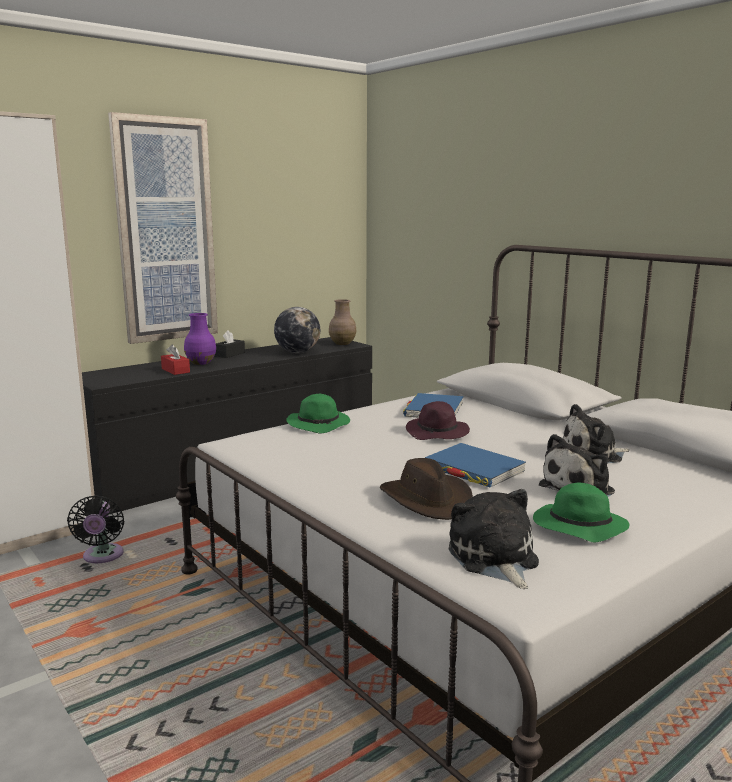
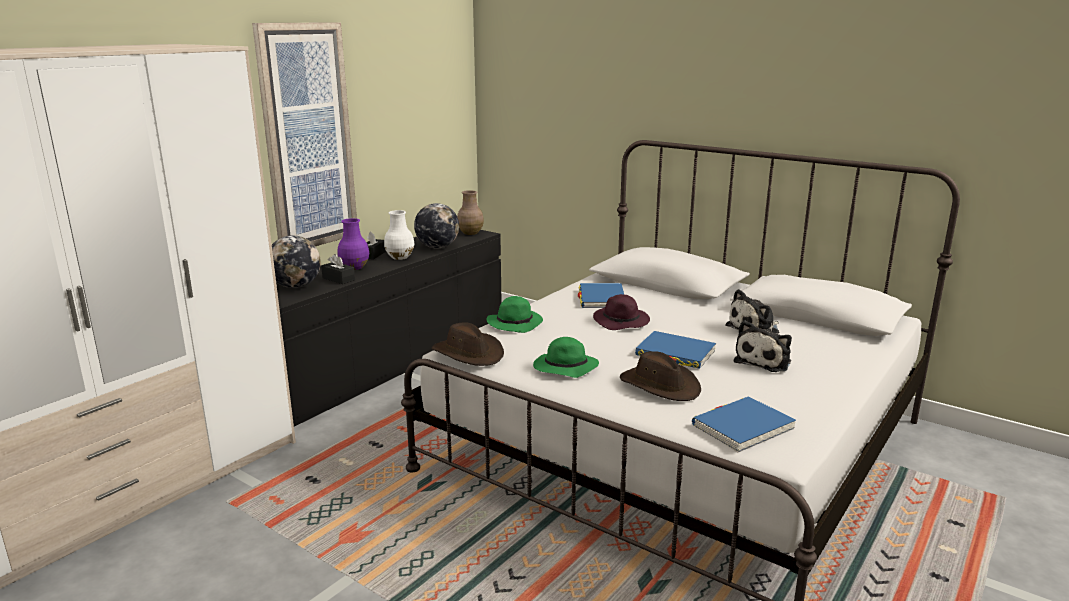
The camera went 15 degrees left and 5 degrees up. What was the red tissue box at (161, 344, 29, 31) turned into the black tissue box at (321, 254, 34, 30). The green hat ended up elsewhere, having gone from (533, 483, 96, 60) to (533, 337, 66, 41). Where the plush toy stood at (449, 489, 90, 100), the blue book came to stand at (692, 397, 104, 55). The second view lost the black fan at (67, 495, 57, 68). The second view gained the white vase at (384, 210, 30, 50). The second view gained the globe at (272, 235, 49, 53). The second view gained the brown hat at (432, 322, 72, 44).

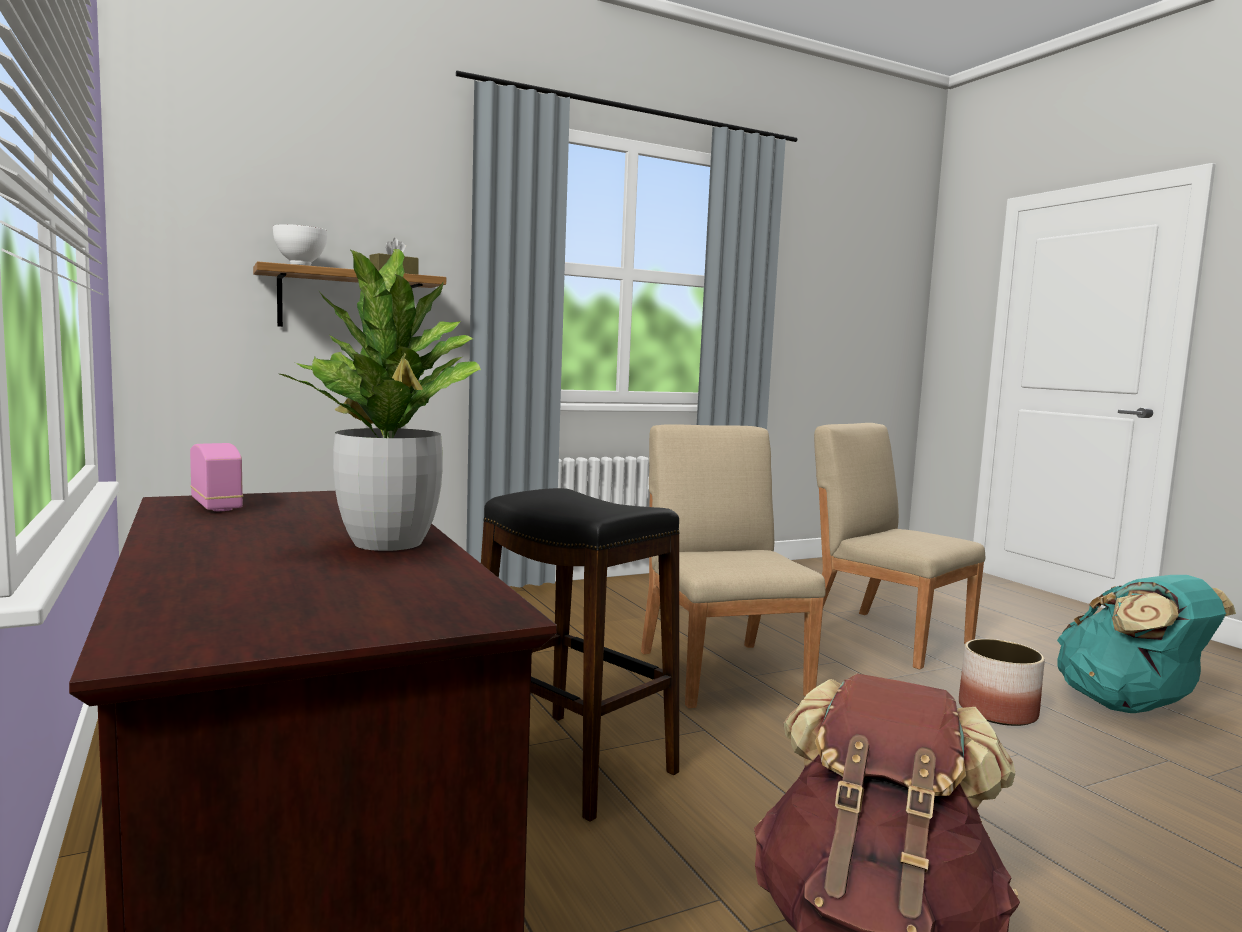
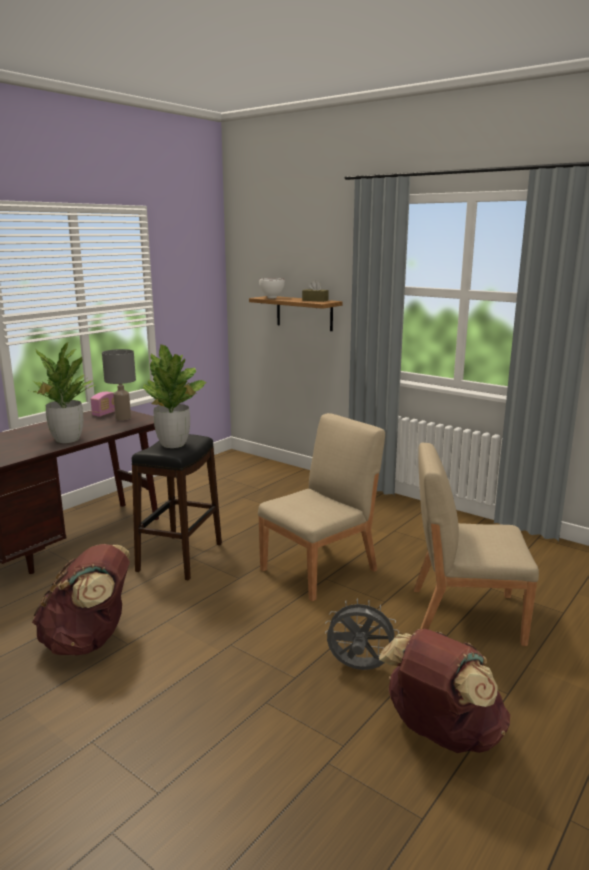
The camera went 65 degrees right and 10 degrees up. The beige chair at (814, 423, 171, 246) ended up facing another way, 105 degrees counterclockwise from before. What was the turquoise backpack at (1057, 575, 179, 138) turned into the brown backpack at (379, 629, 131, 124). Where the planter stood at (959, 639, 86, 87), the grey fan came to stand at (325, 598, 74, 72). The second view gained the potted plant at (143, 345, 63, 103). The second view gained the grey table lamp at (102, 349, 34, 71).

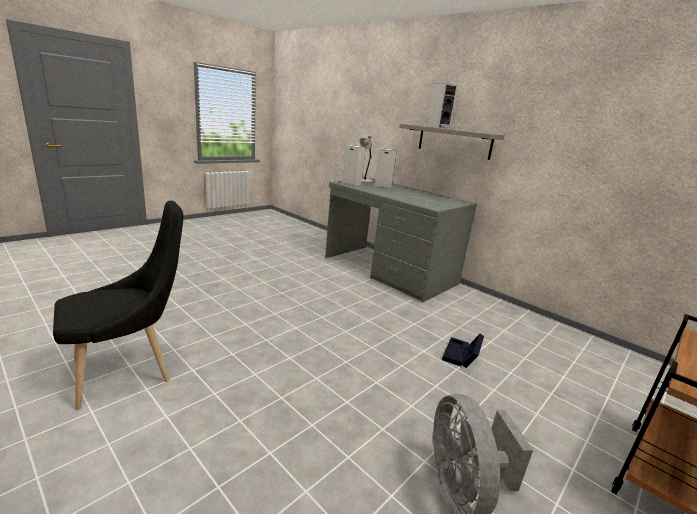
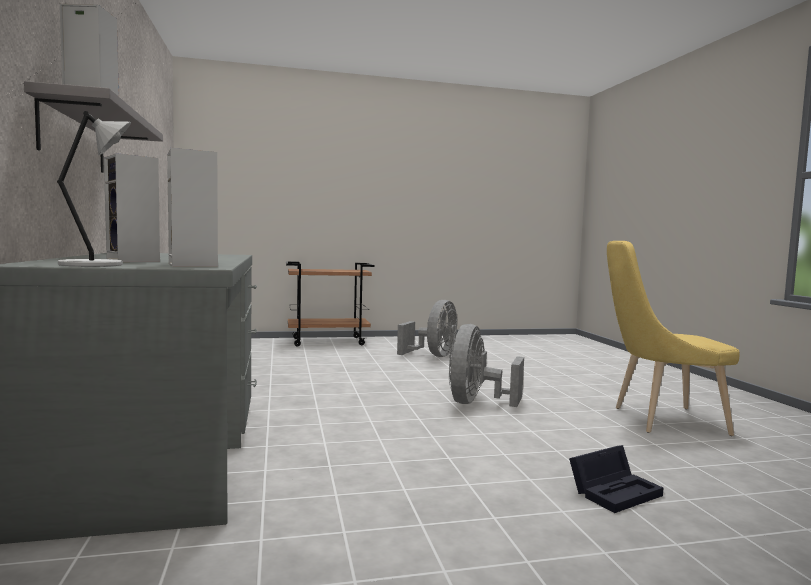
The camera went 145 degrees left and 15 degrees down. What was the black chair at (53, 200, 130, 210) turned into the yellow chair at (607, 241, 133, 195). The black storage box ended up elsewhere, having gone from (442, 334, 42, 34) to (569, 445, 94, 68). The second view gained the grey fan at (449, 324, 75, 83).

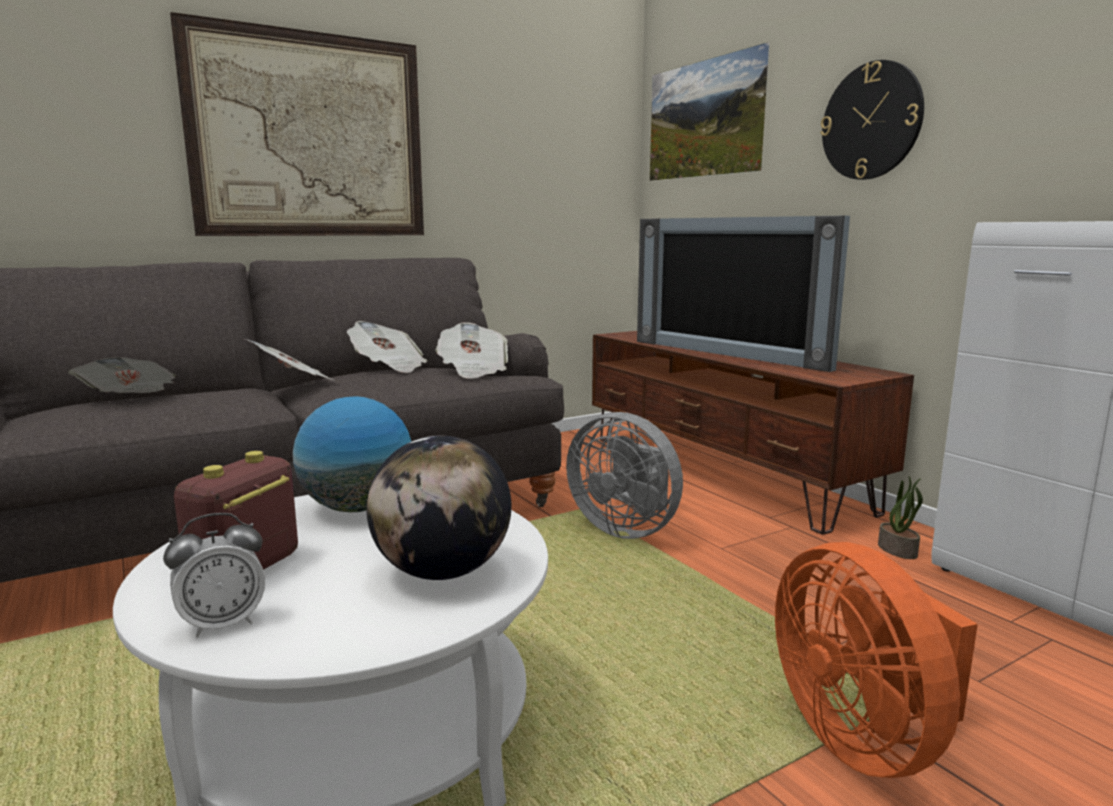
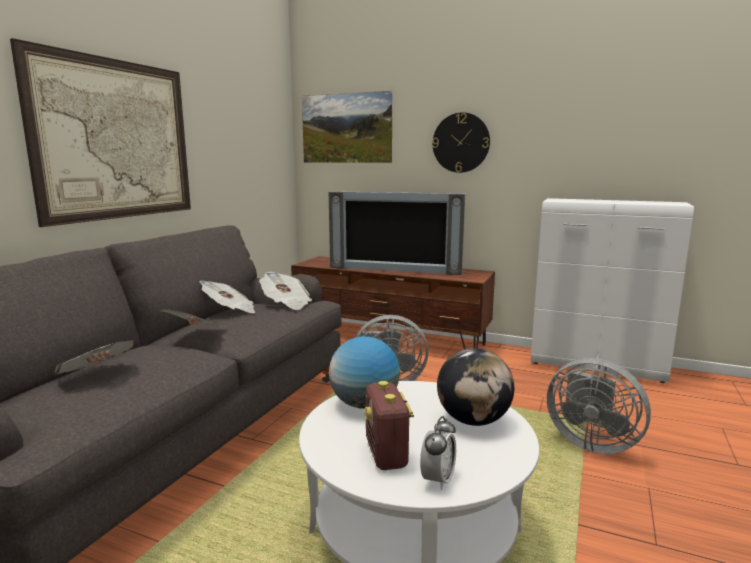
The camera went 35 degrees left and 0 degrees up. The second view lost the potted plant at (878, 476, 45, 83). What was the orange fan at (775, 542, 203, 236) turned into the grey fan at (547, 358, 104, 96).

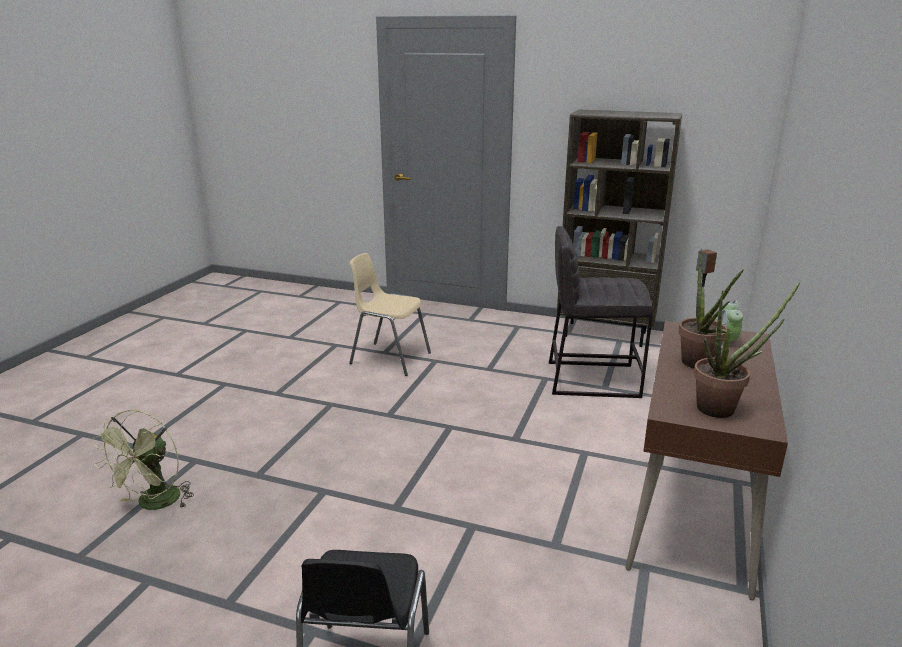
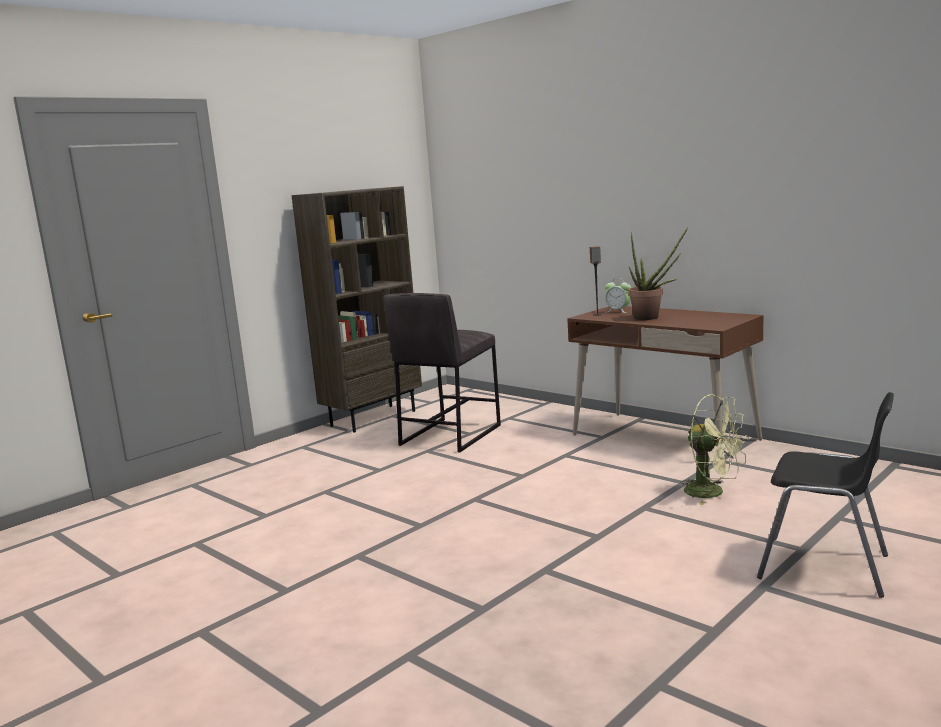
The camera went 65 degrees left and 10 degrees down. The second view lost the beige chair at (349, 253, 82, 123). The second view lost the potted plant at (694, 281, 107, 137). The green fan ended up elsewhere, having gone from (92, 410, 102, 100) to (680, 394, 69, 111).

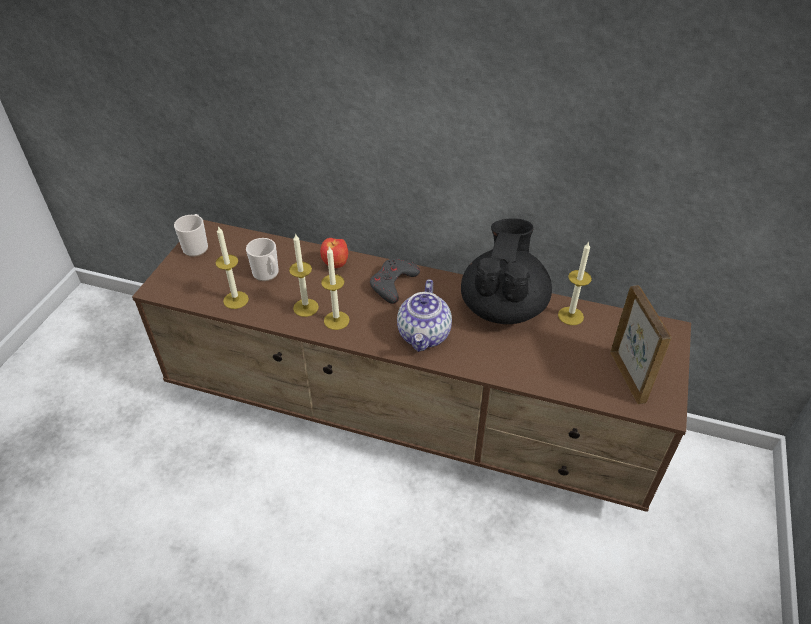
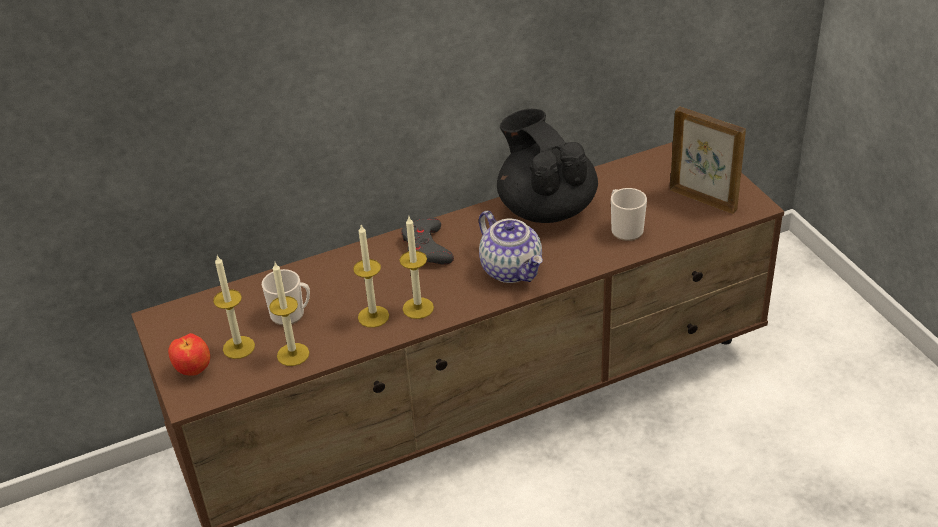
The camera went 40 degrees left and 5 degrees down. The mug ended up elsewhere, having gone from (174, 214, 34, 43) to (611, 188, 36, 53). The apple ended up elsewhere, having gone from (320, 238, 28, 30) to (168, 333, 42, 43). The candle ended up elsewhere, having gone from (558, 241, 34, 84) to (213, 255, 42, 104).

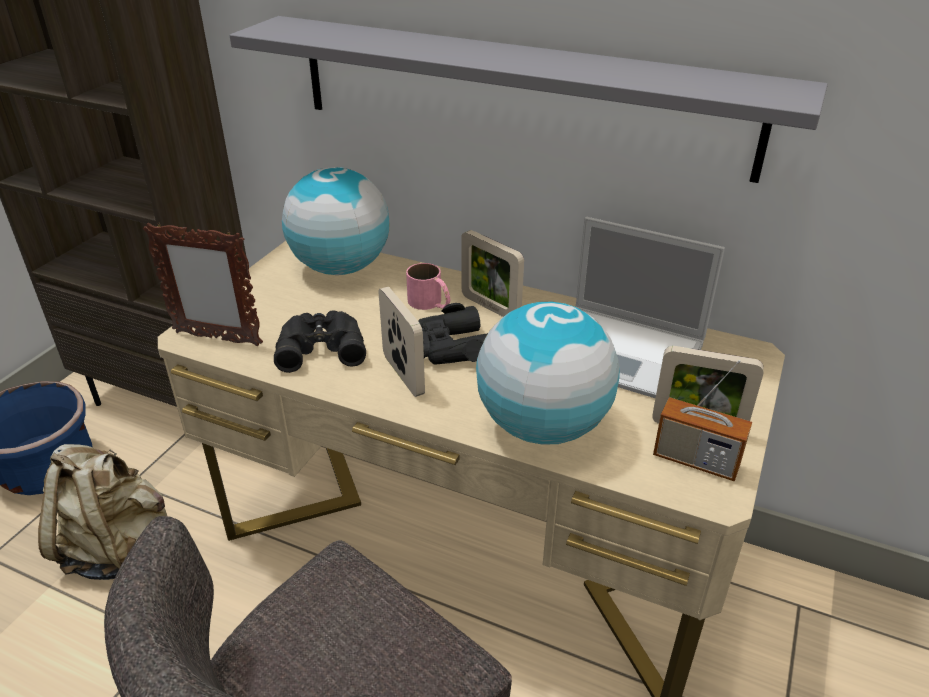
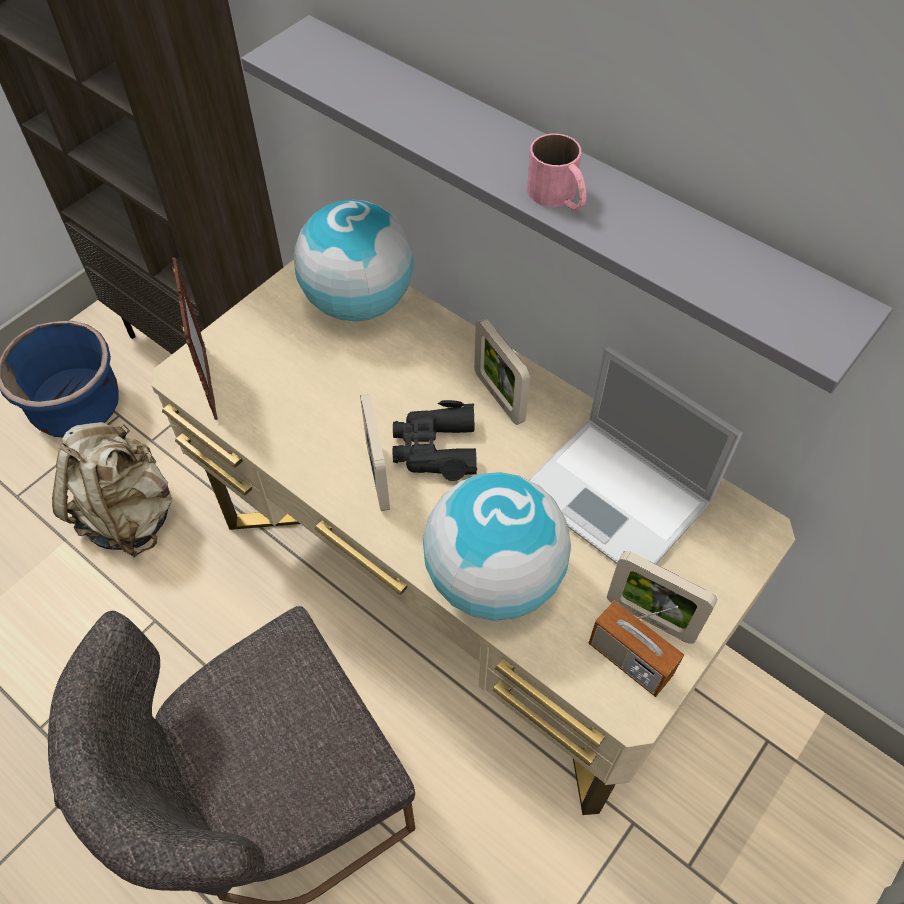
The camera went 15 degrees right and 20 degrees up. The picture frame at (143, 222, 120, 124) ended up facing another way, 135 degrees counterclockwise from before. The pink mug ended up elsewhere, having gone from (406, 263, 44, 47) to (527, 133, 59, 77). The second view lost the black binoculars at (274, 310, 92, 63).

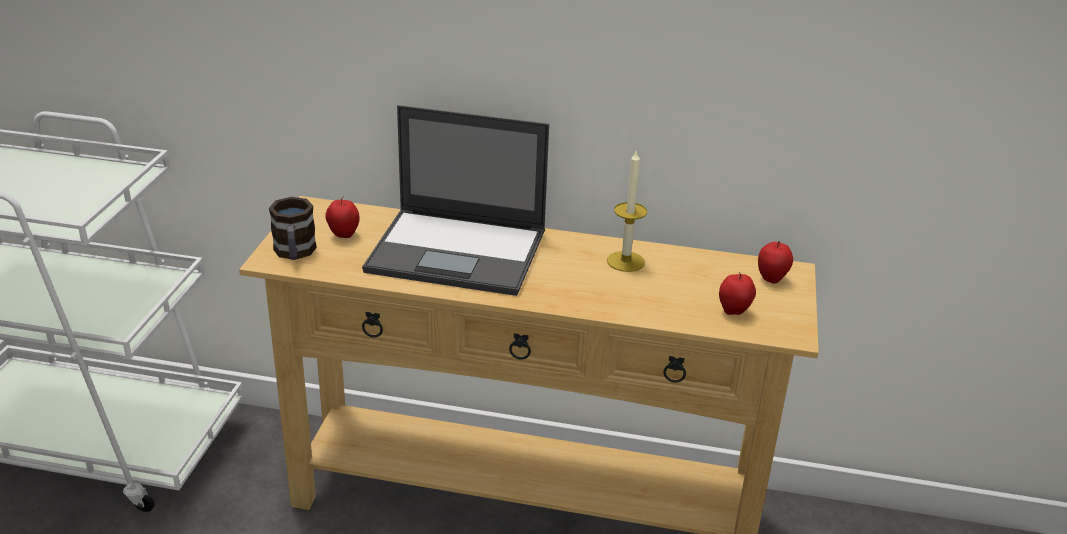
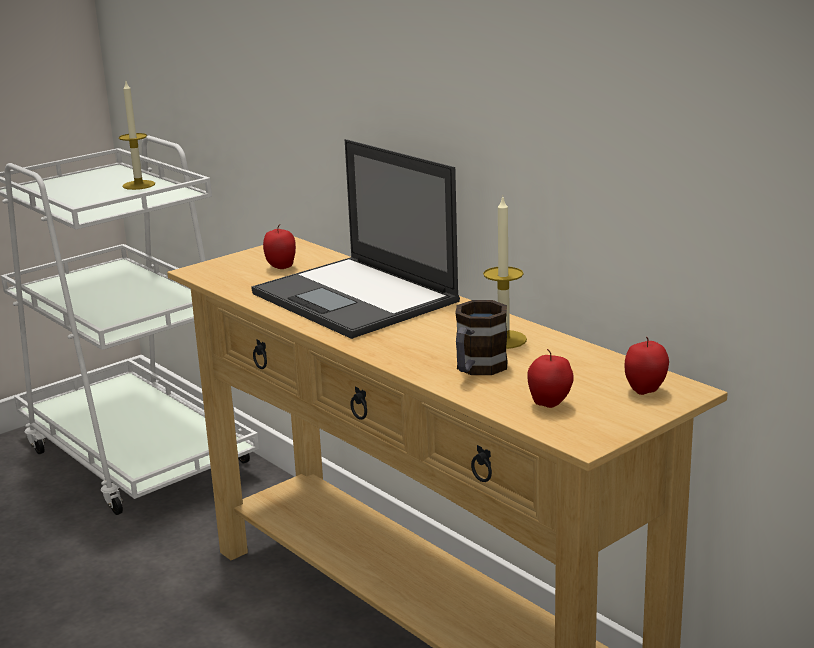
The camera went 40 degrees right and 10 degrees down. The mug ended up elsewhere, having gone from (269, 197, 48, 63) to (455, 300, 52, 75). The second view gained the candle at (119, 82, 36, 108).

